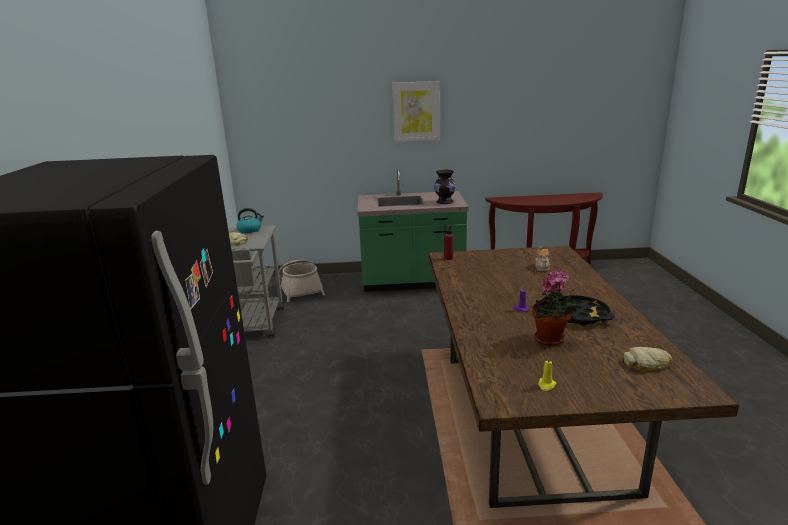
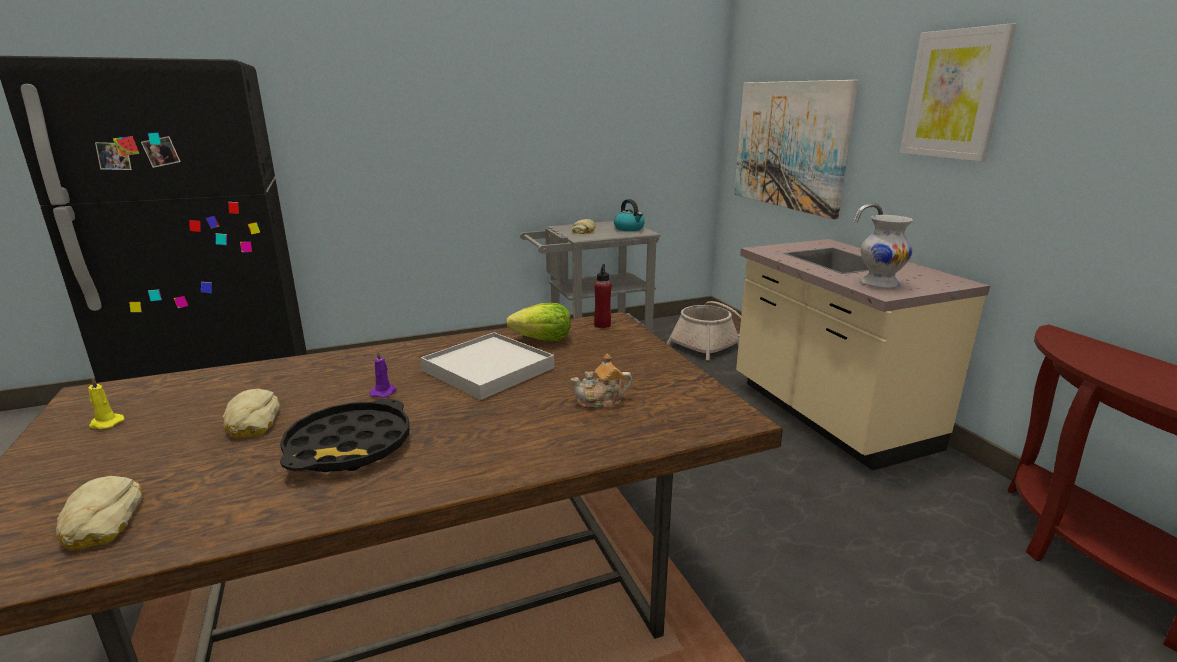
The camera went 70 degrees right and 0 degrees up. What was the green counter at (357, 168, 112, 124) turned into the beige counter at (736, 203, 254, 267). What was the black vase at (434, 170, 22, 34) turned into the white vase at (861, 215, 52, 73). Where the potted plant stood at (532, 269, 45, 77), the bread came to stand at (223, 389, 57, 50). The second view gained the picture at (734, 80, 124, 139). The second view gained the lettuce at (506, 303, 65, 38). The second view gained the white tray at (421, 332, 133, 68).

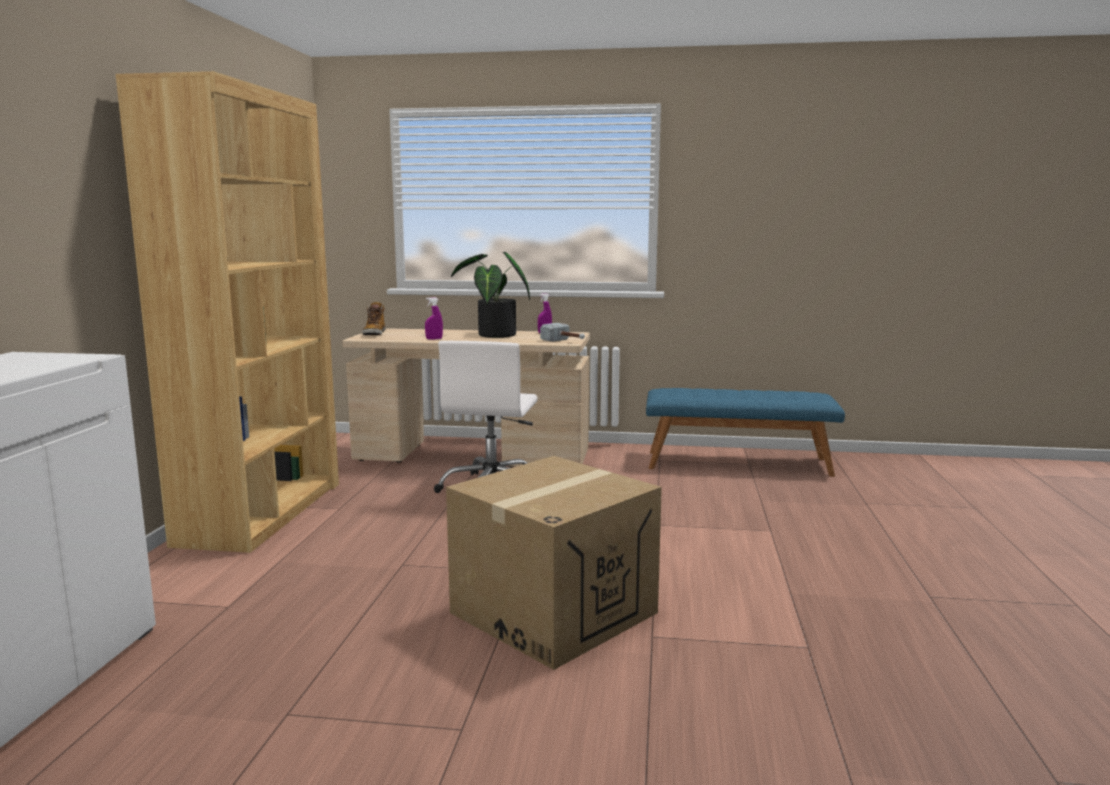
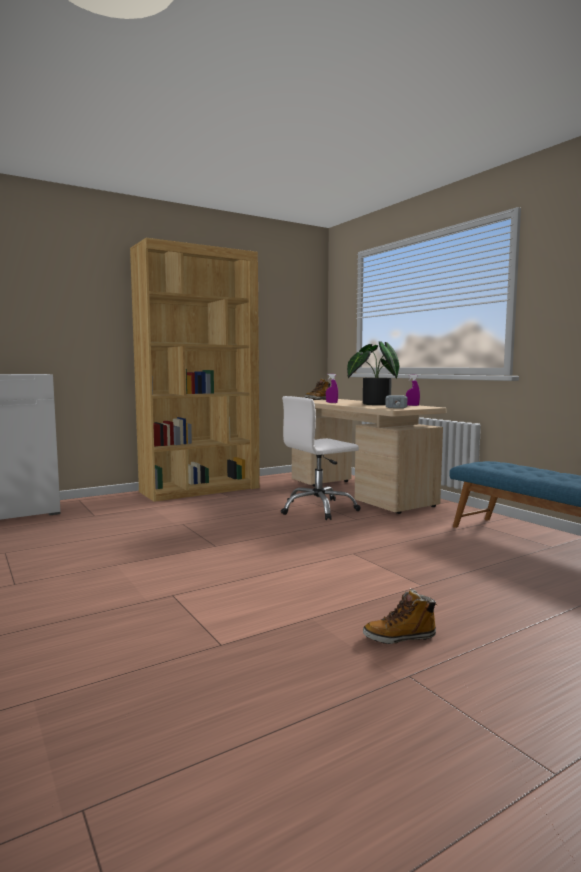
The camera went 50 degrees right and 5 degrees down. The second view lost the cardboard box at (446, 456, 216, 214). The second view gained the boot at (363, 589, 74, 55).

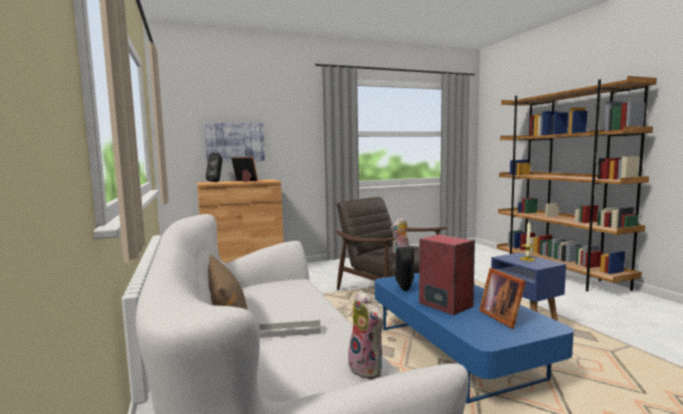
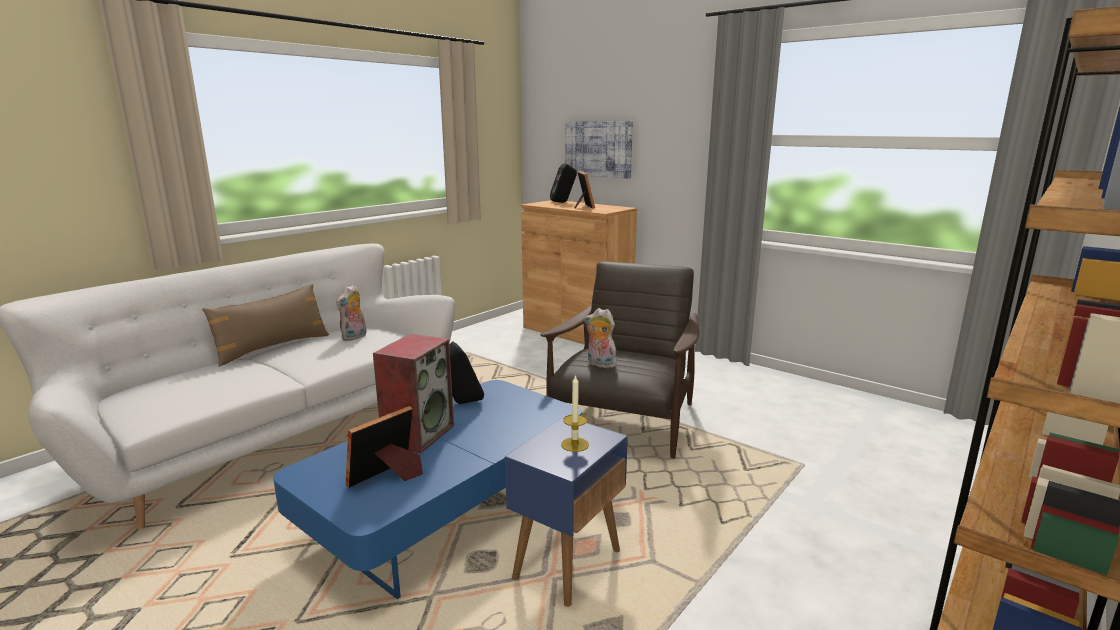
The camera went 60 degrees right and 10 degrees up. The plush toy ended up elsewhere, having gone from (347, 290, 37, 89) to (336, 284, 31, 57). The second view lost the grey tray at (258, 319, 63, 19).

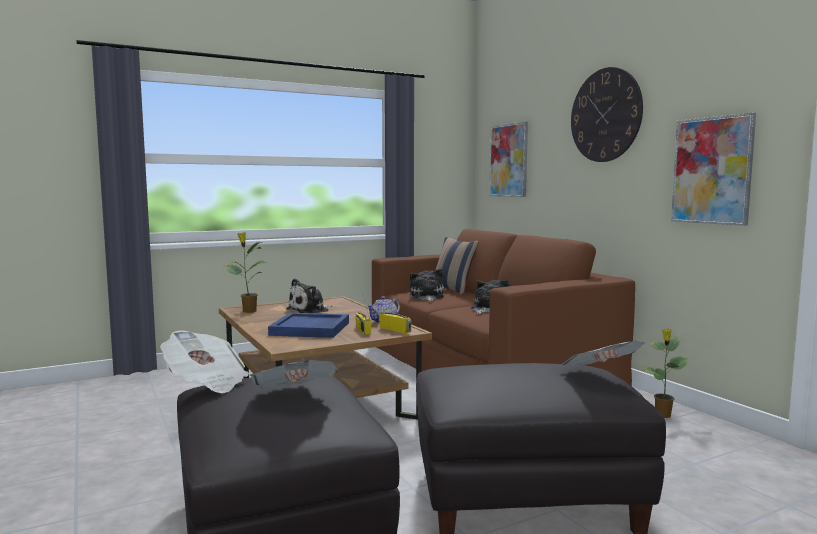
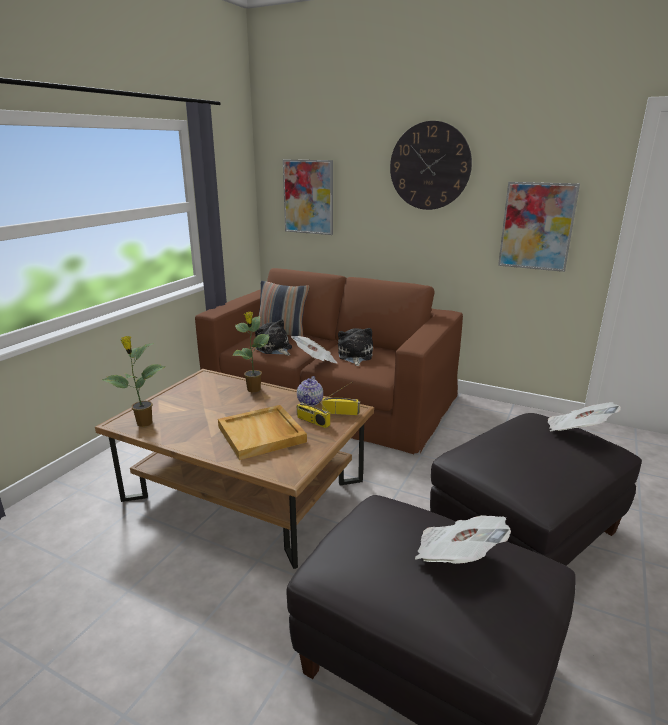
The camera went 35 degrees left and 15 degrees up. The second view lost the plush toy at (286, 278, 46, 35). What was the blue tray at (268, 313, 81, 25) turned into the beige tray at (218, 405, 89, 55). The potted plant ended up elsewhere, having gone from (643, 329, 45, 89) to (232, 312, 37, 80). The newspaper ended up elsewhere, having gone from (160, 330, 89, 63) to (291, 336, 46, 27).

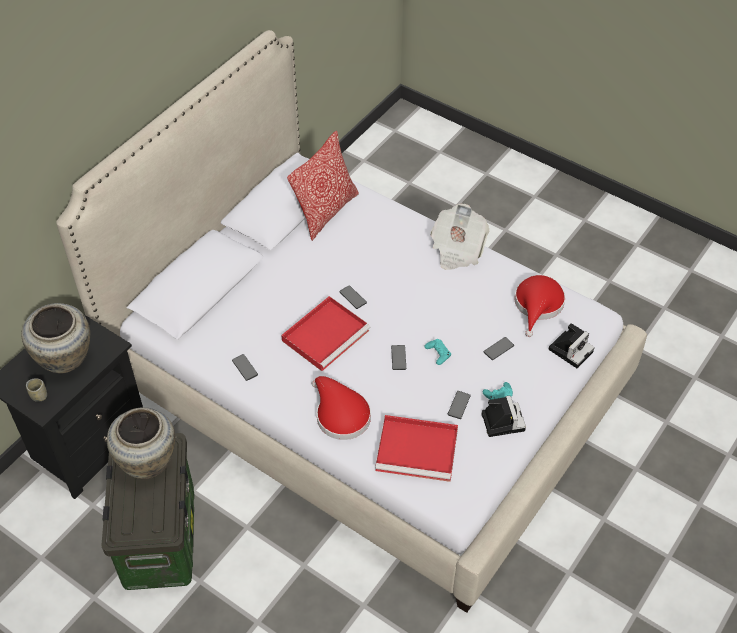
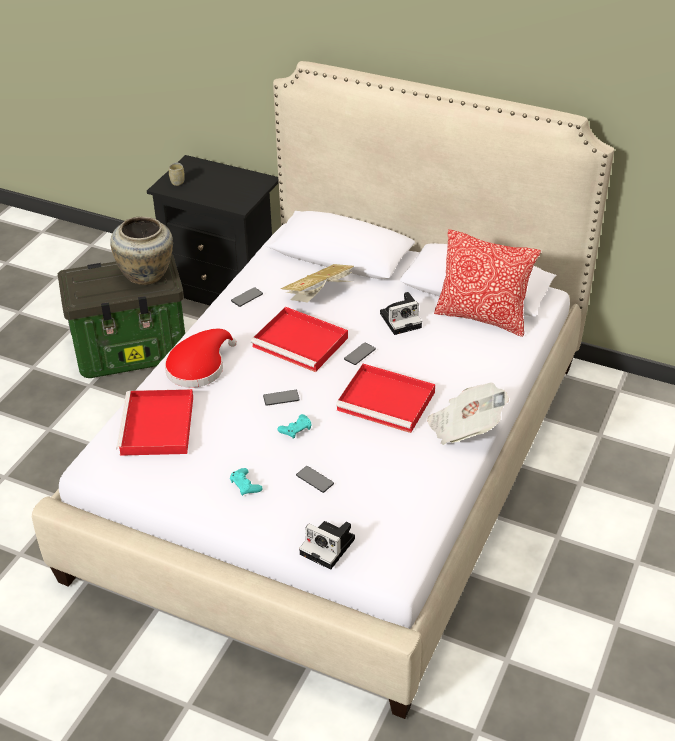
The camera went 80 degrees right and 10 degrees down. The second view lost the red hat at (515, 275, 51, 62). The second view lost the beige vase at (21, 303, 69, 70). The second view lost the phone at (448, 391, 23, 28). The photo camera ended up elsewhere, having gone from (481, 396, 45, 41) to (380, 292, 42, 43). The second view gained the book at (281, 264, 73, 39). The second view gained the red tray at (336, 364, 99, 69).

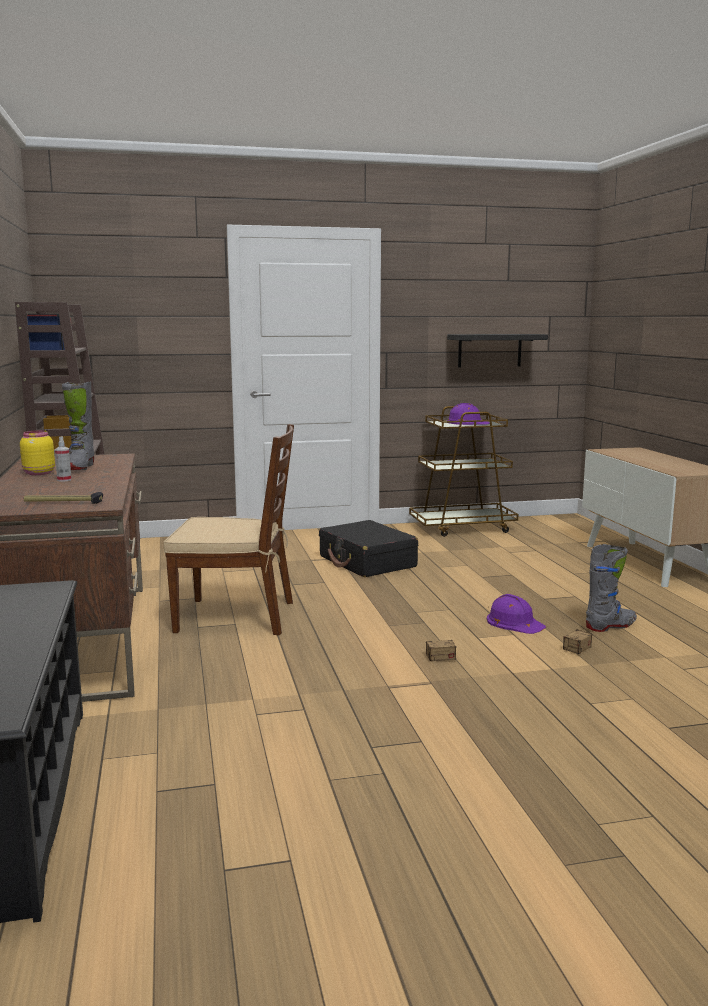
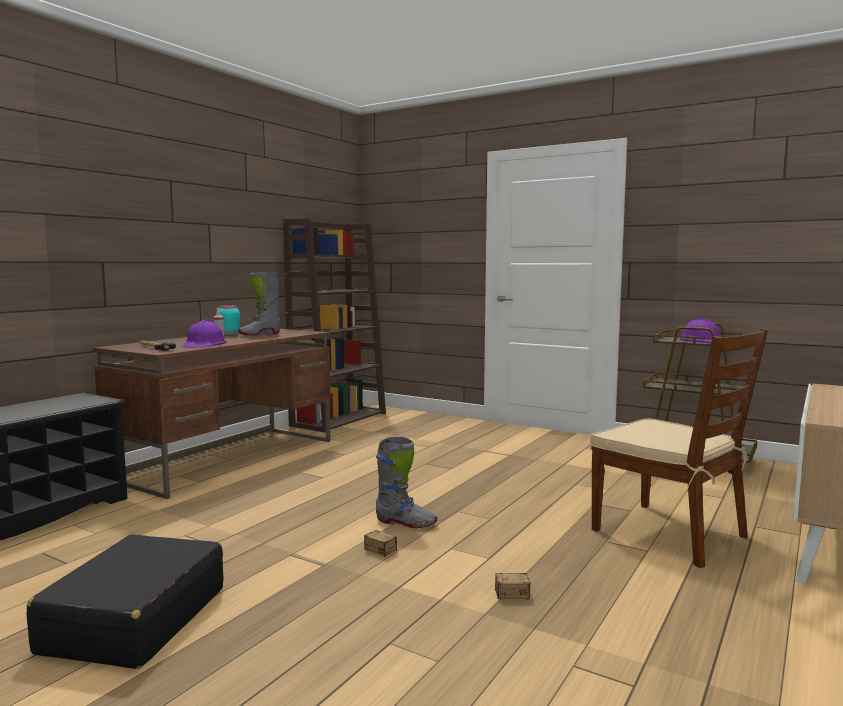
The camera went 45 degrees right and 5 degrees down. The second view lost the black shelf at (447, 334, 101, 33). The brown chair ended up elsewhere, having gone from (163, 424, 131, 212) to (590, 329, 178, 239). What was the yellow jar at (20, 430, 35, 45) turned into the turquoise jar at (219, 305, 21, 31). The black suitcase ended up elsewhere, having gone from (319, 520, 99, 57) to (27, 534, 196, 135). The grey boot ended up elsewhere, having gone from (586, 544, 51, 88) to (376, 436, 61, 92). The purple hard hat ended up elsewhere, having gone from (487, 594, 59, 40) to (183, 320, 44, 28).

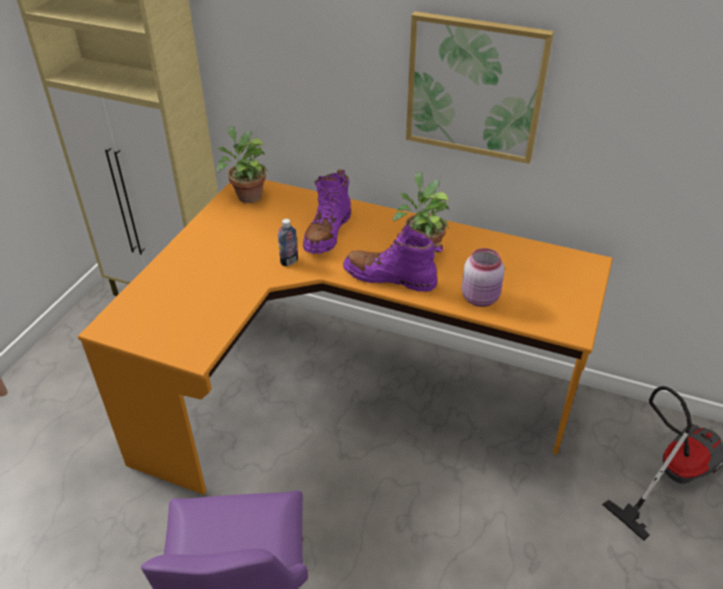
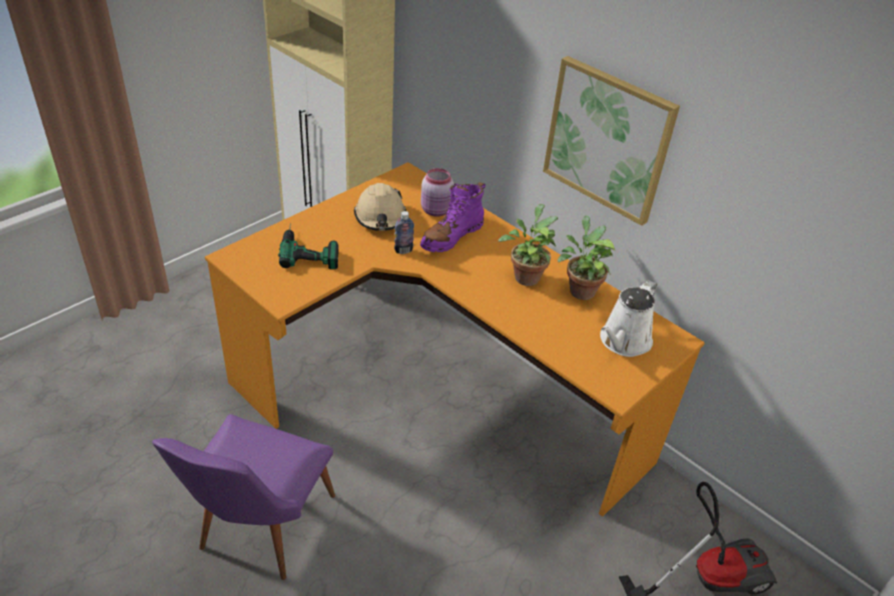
The camera went 20 degrees right and 0 degrees up. The potted plant ended up elsewhere, having gone from (216, 126, 52, 77) to (558, 216, 57, 84). The second view lost the purple boot at (343, 223, 100, 69). The pink jar ended up elsewhere, having gone from (461, 248, 44, 59) to (421, 168, 33, 49). The second view gained the beige hard hat at (354, 183, 52, 48). The second view gained the power drill at (278, 223, 61, 46). The second view gained the white watering can at (600, 280, 57, 77).

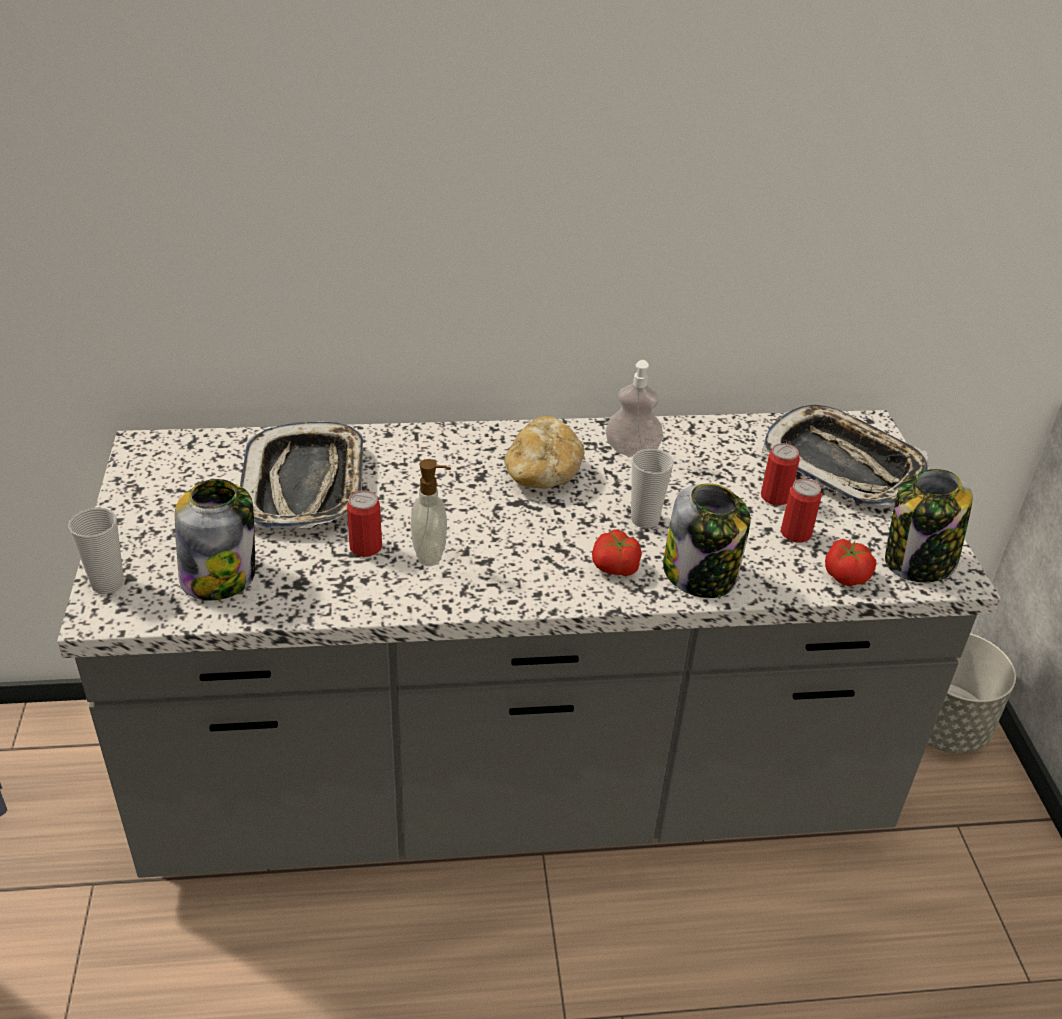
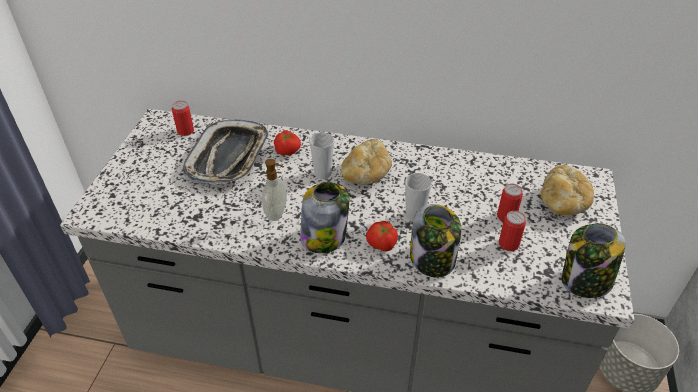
The camera went 20 degrees right and 5 degrees up. The second view lost the soap dispenser at (606, 360, 57, 97). Where the tray stood at (762, 405, 167, 103), the bread came to stand at (541, 165, 53, 50). The jar ended up elsewhere, having gone from (175, 479, 80, 121) to (300, 182, 50, 71). The can ended up elsewhere, having gone from (347, 490, 35, 67) to (172, 101, 22, 35). The cup ended up elsewhere, having gone from (68, 507, 56, 87) to (309, 132, 25, 47). The tomato ended up elsewhere, having gone from (825, 539, 51, 47) to (274, 130, 27, 25).

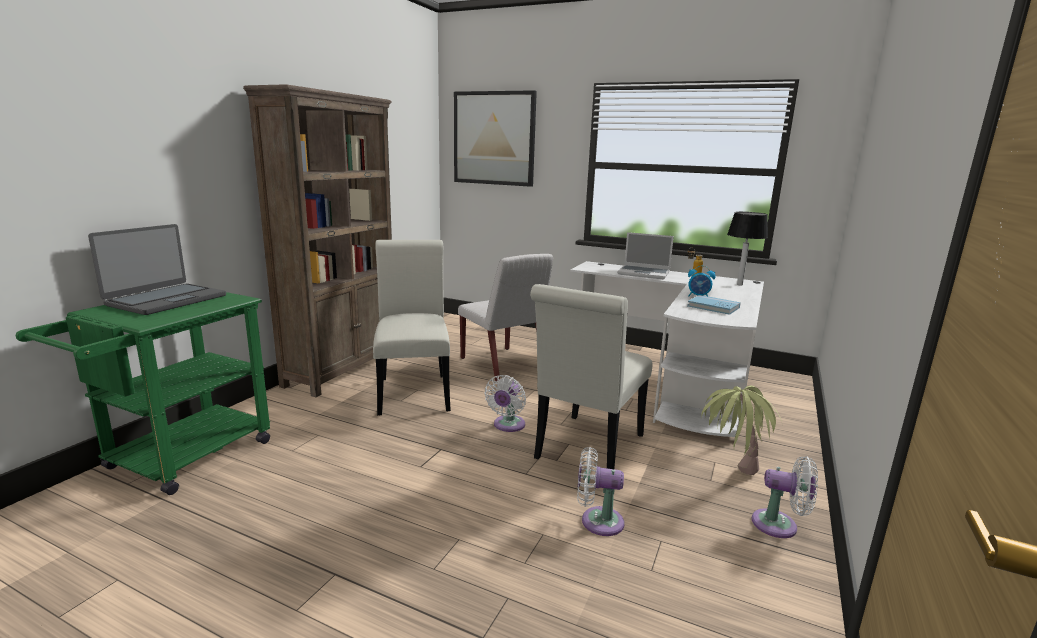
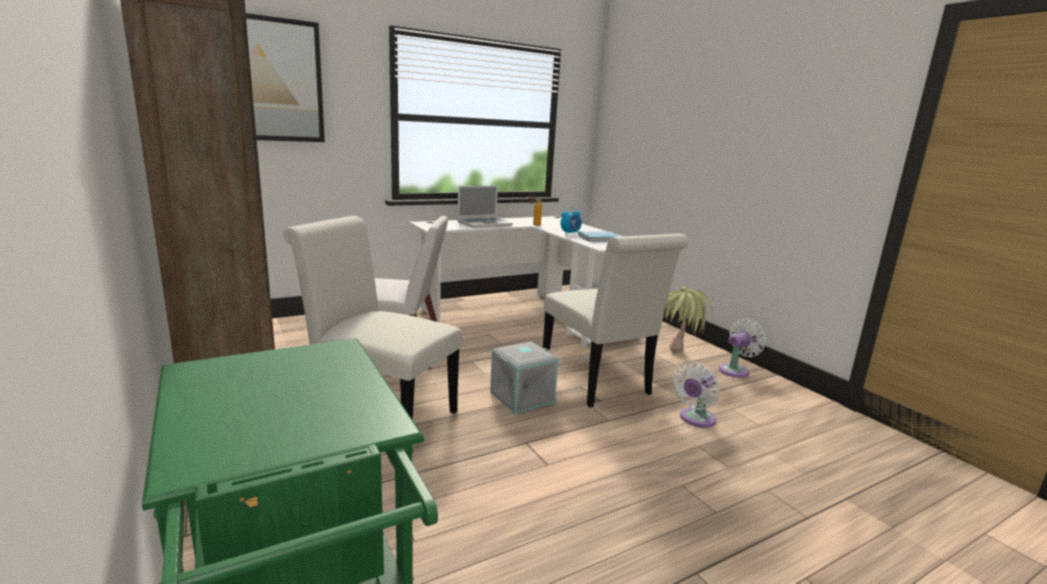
The camera went 55 degrees left and 0 degrees up. The second view lost the table lamp at (727, 212, 41, 73). The second view lost the laptop at (88, 224, 138, 91). Where the white fan stood at (485, 375, 41, 57), the grey storage box came to stand at (490, 341, 69, 73).

